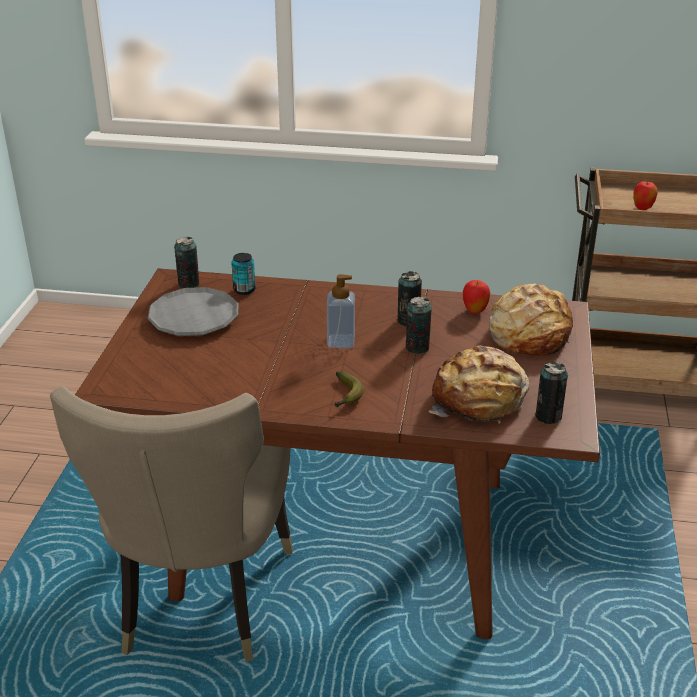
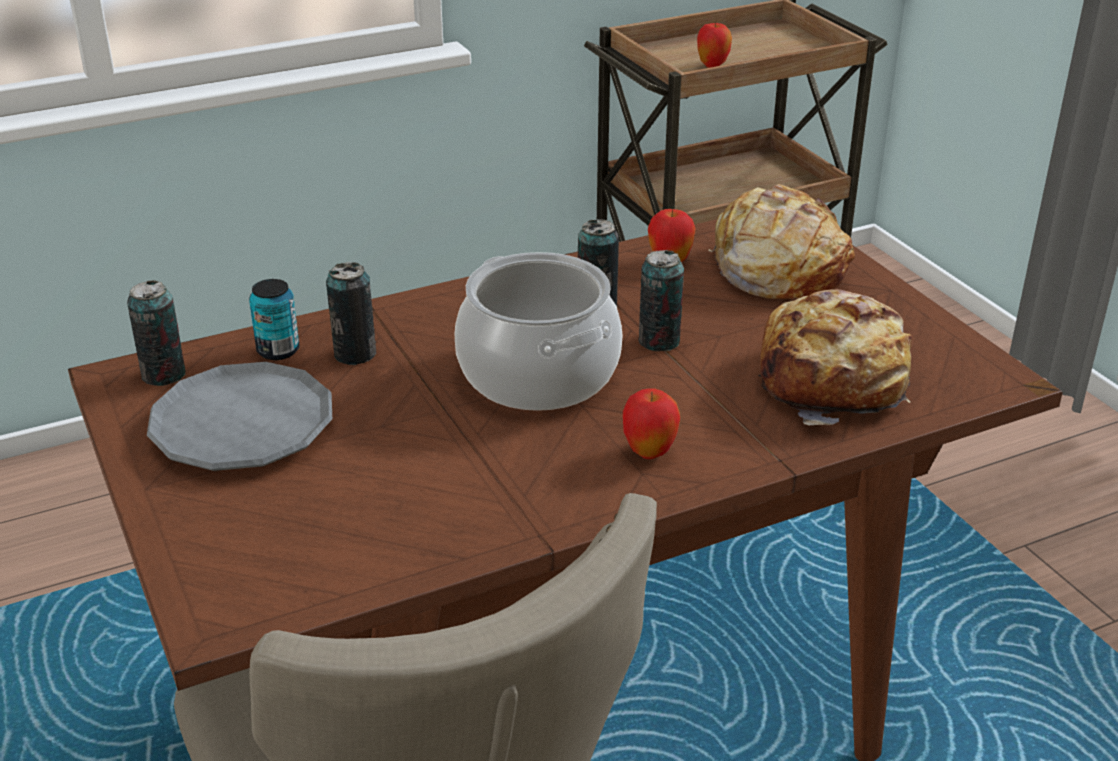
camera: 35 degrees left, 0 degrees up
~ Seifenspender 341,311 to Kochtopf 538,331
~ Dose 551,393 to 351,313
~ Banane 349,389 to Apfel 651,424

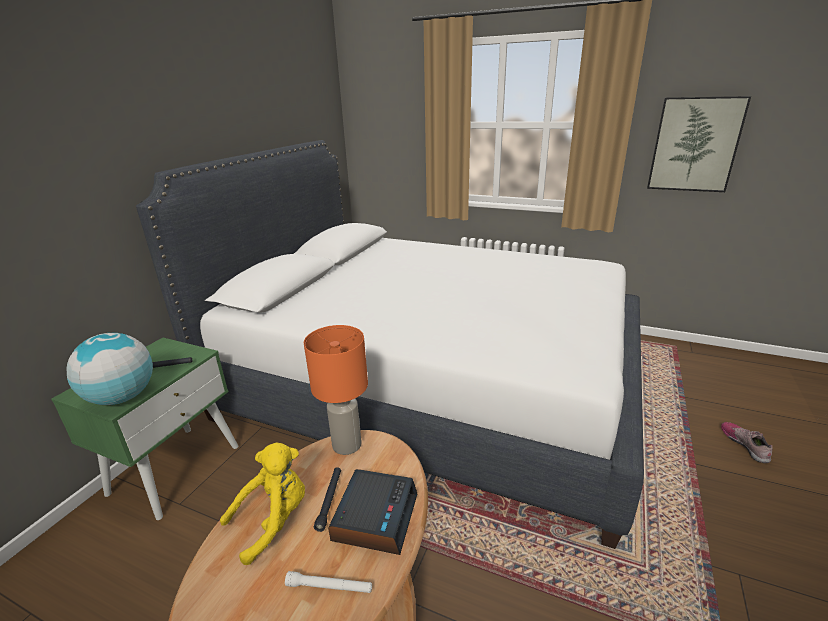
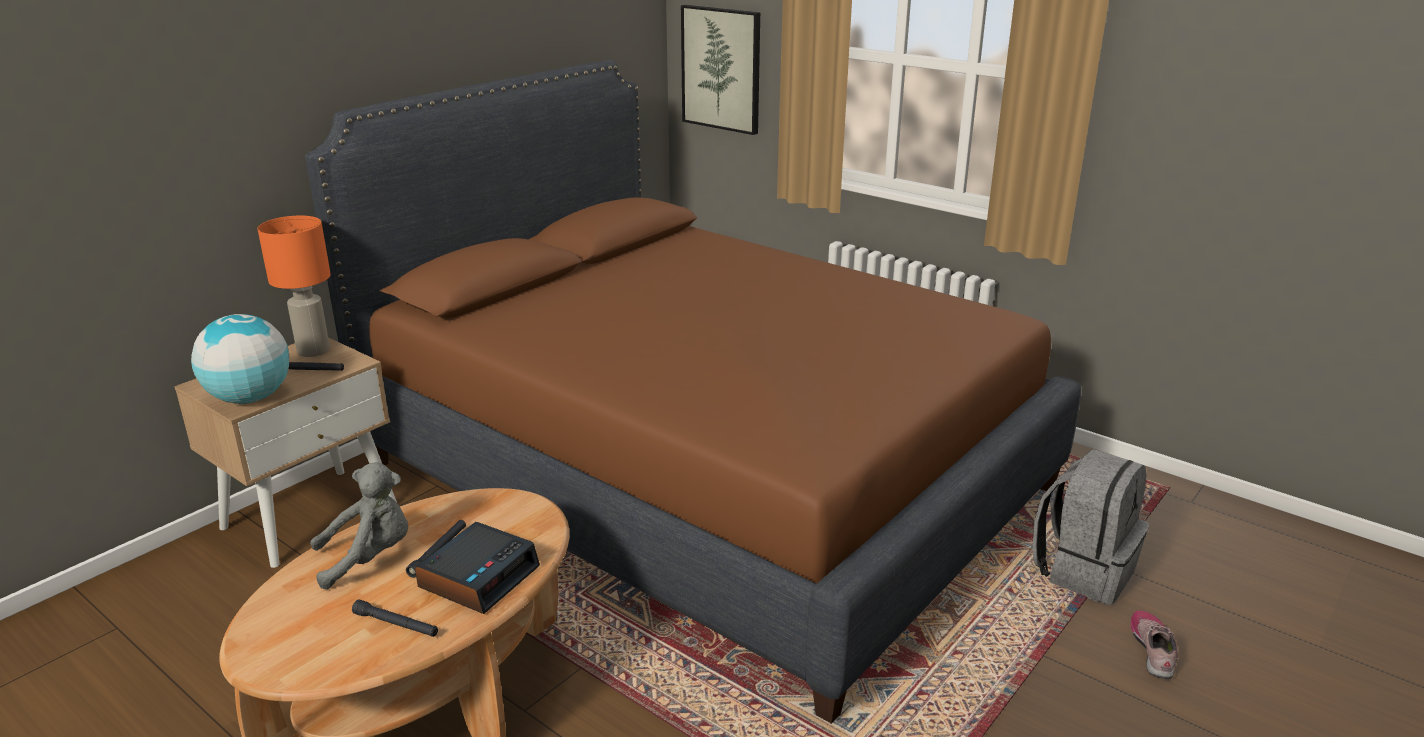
camera: 15 degrees right, 0 degrees up
~ Bild 699,144 to 720,70
~ Bett [weiß] 390,344 to Bett [braun] 693,392
~ Tischlampe [orange] 336,390 to 294,286
~ Nachttisch [grün] 144,429 to Nachttisch [beige] 285,452
~ Plüschtier [gelb] 262,504 to Plüschtier [grau] 359,525
~ Taschenlampe [weiß] 328,582 to Taschenlampe [schwarz] 395,618
+ Rucksack [grau] 1091,527

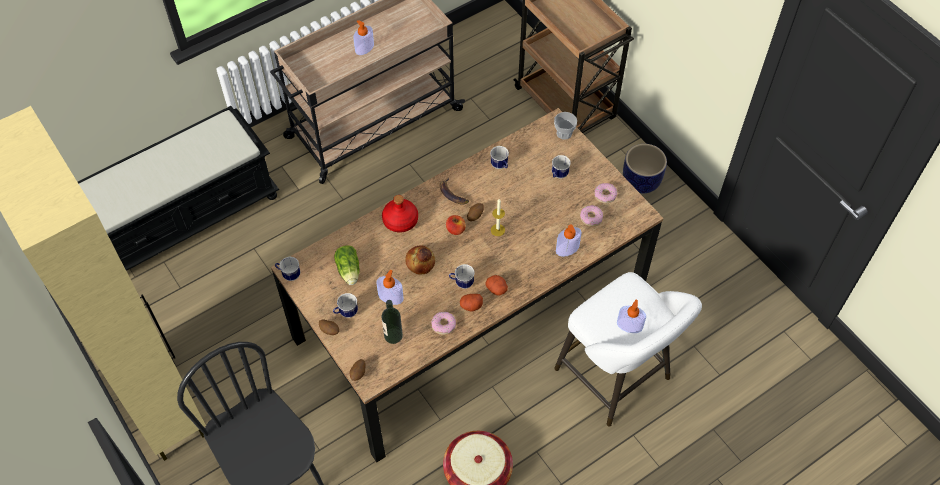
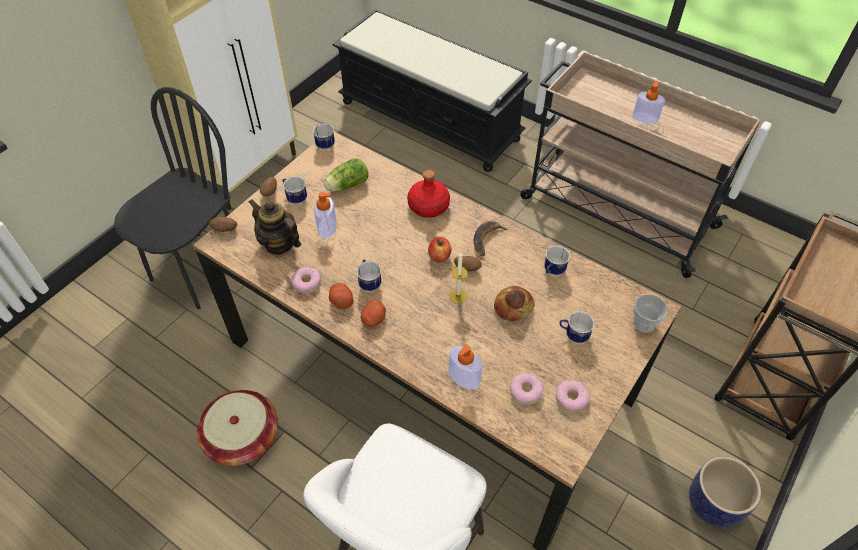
camera: 70 degrees right, 5 degrees down
~ Brot 420,260 to 514,303
- Seifenspender 631,316
~ Flasche 392,322 to Teekanne 275,227

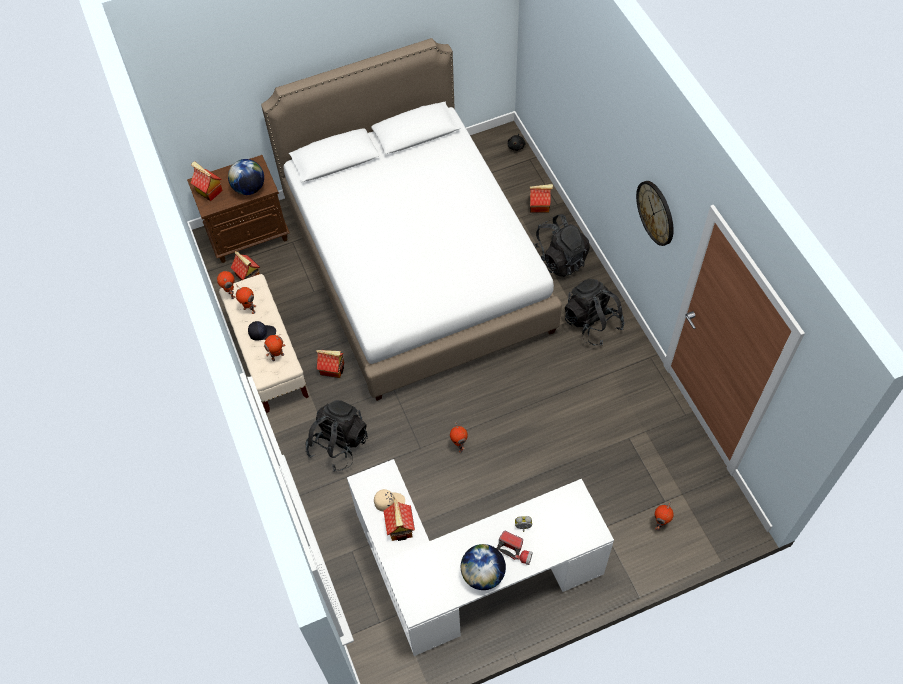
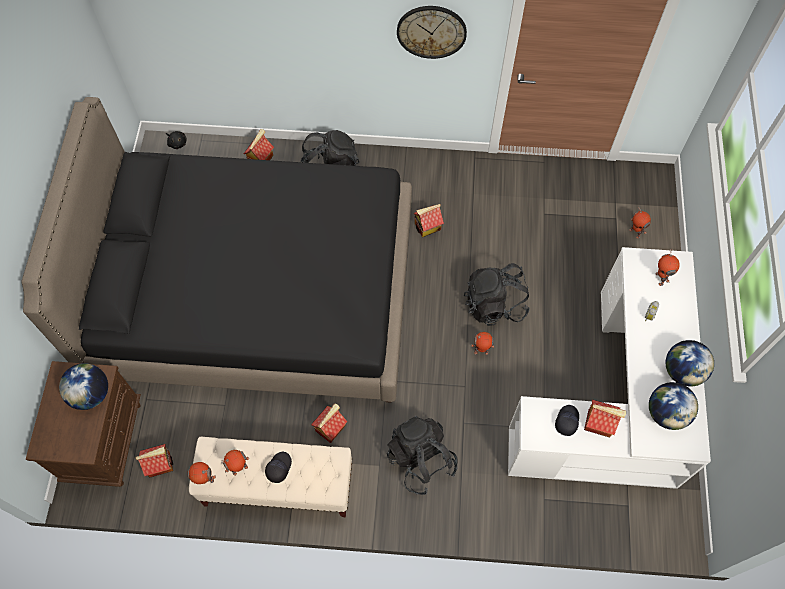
camera: 65 degrees left, 5 degrees up
~ Bett [weiß] 411,219 to Bett [schwarz] 216,250
~ Spielzeughaus 207,181 to 429,220
~ Rucksack [schwarz] 595,312 to 497,294
~ Spielzeugroboter 275,347 to 667,267
~ Kappe [beige] 389,500 to Kappe [schwarz] 567,420
- Taschenlampe 514,548
+ Globus 673,406

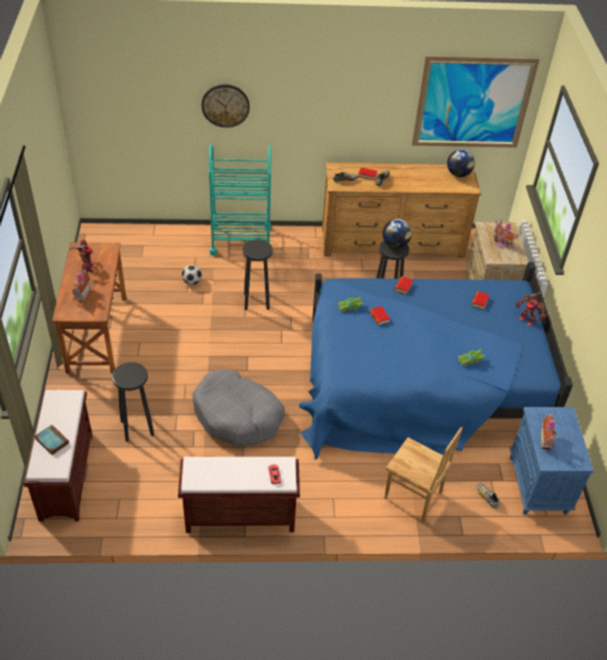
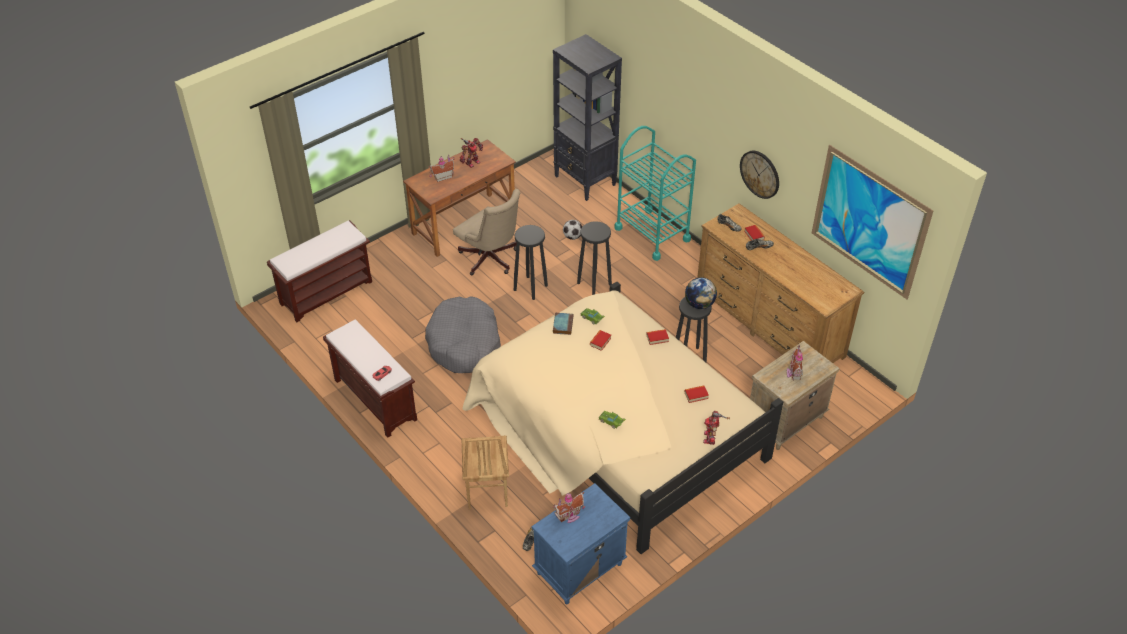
camera: 55 degrees right, 0 degrees up
~ Wanduhr 226,106 to 759,175
- Globus 461,163
~ Bett [blau] 436,361 to Bett [beige] 622,418
~ Hocker [schwarz] 133,402 to 531,262
~ Buch 52,440 to 563,324
+ Bücherregal [schwarz] 587,117
+ Bürostuhl [beige] 486,232

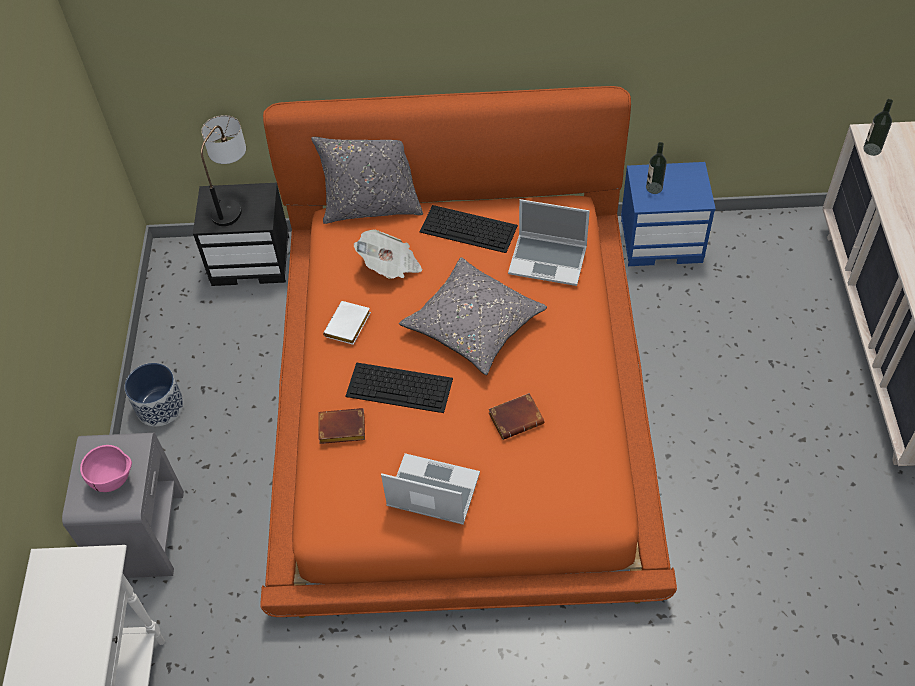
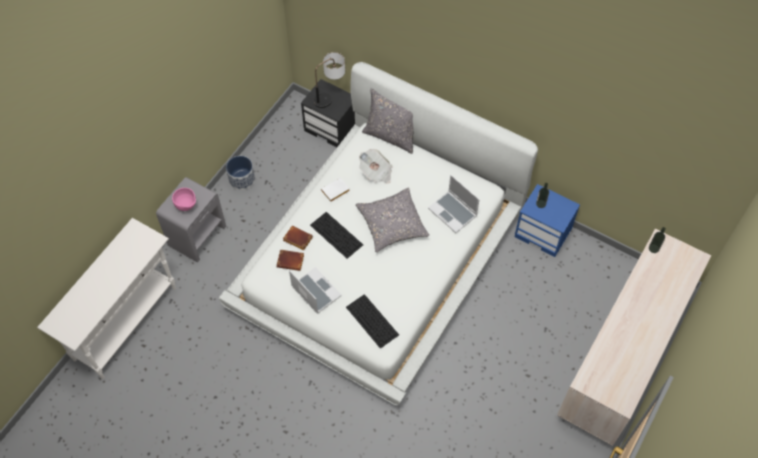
camera: 30 degrees right, 5 degrees up
~ Bett [orange] 468,352 to Bett [weiß] 378,233
~ Tastatur 469,229 to 372,321
~ Buch [braun] 516,416 to 290,260

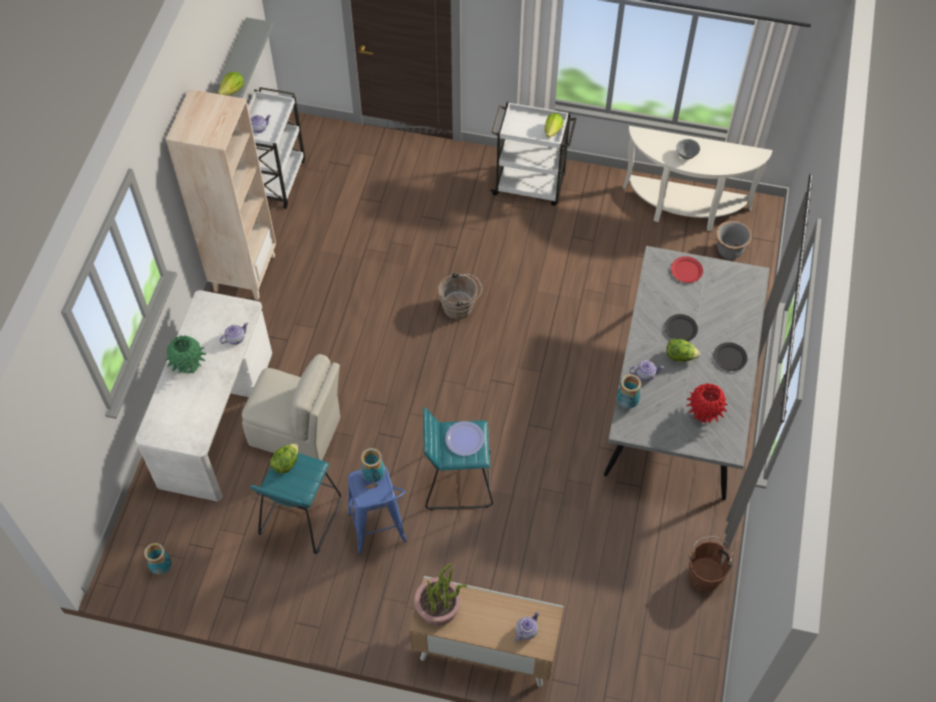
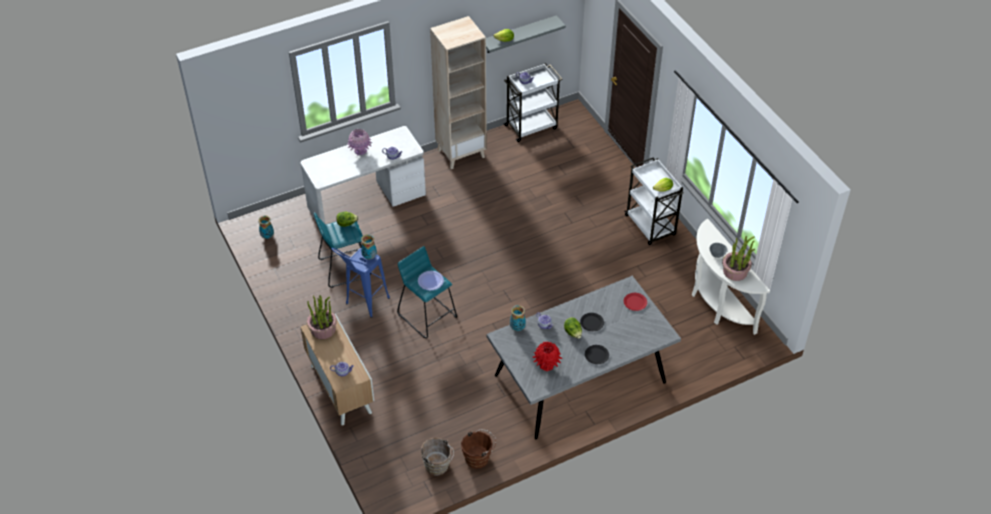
camera: 50 degrees right, 10 degrees down
- Pflanzkübel [grau] 734,240
~ Eimer [braun] 460,296 to 437,456
~ Vase [grün] 185,354 to Vase [rosa] 359,142
- Stuhl [beige] 291,407
+ Topfpflanze 738,258

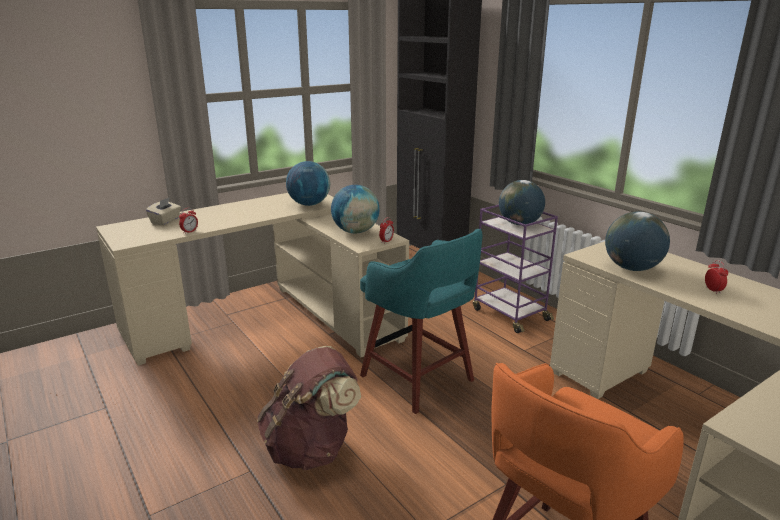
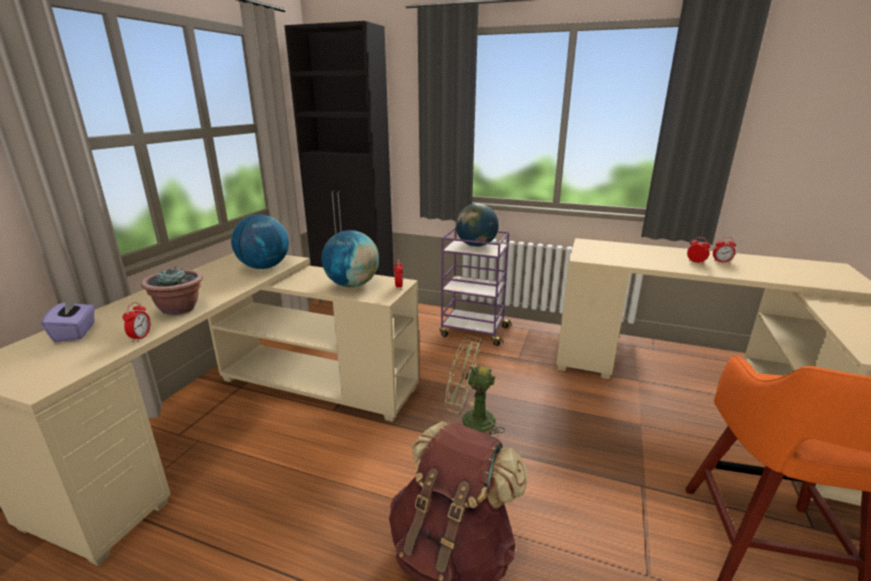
camera: 35 degrees left, 0 degrees up
~ Taschentuchbox [beige] 163,211 to Taschentuchbox [lila] 68,318
- Globus 637,241
~ Hocker [türkis] 421,321 to Ventilator [grün] 475,385
+ Wecker 724,250
+ Topfpflanze 172,291

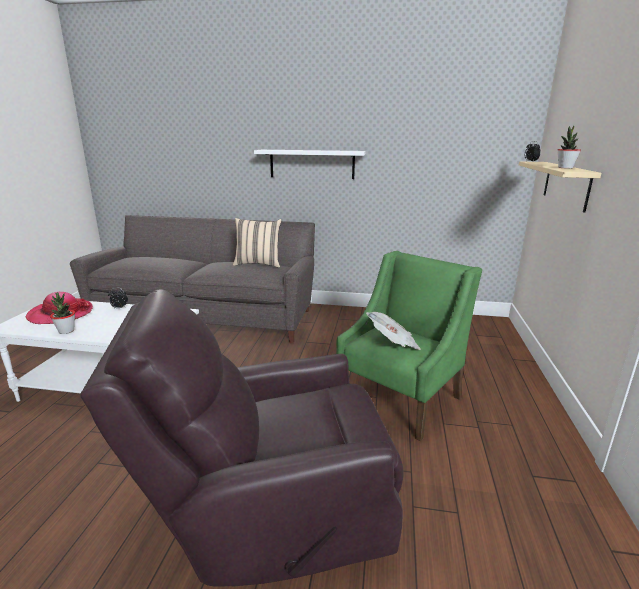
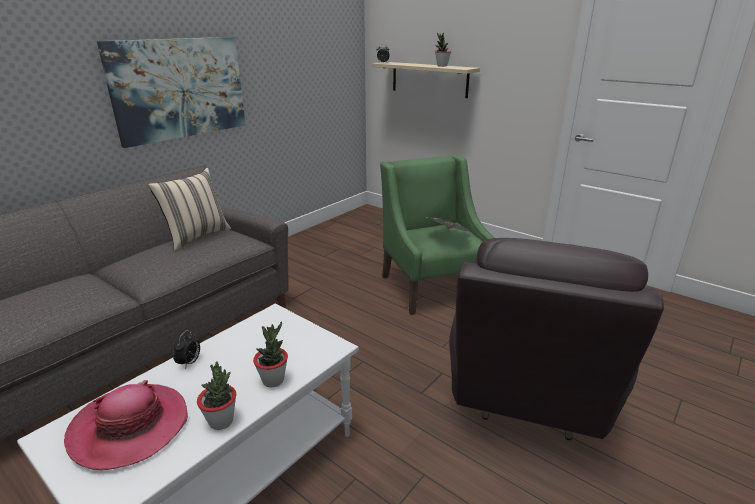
camera: 60 degrees left, 5 degrees up
~ Wandregal [weiß] 309,164 to Bild 171,92
+ Topfpflanze 270,354

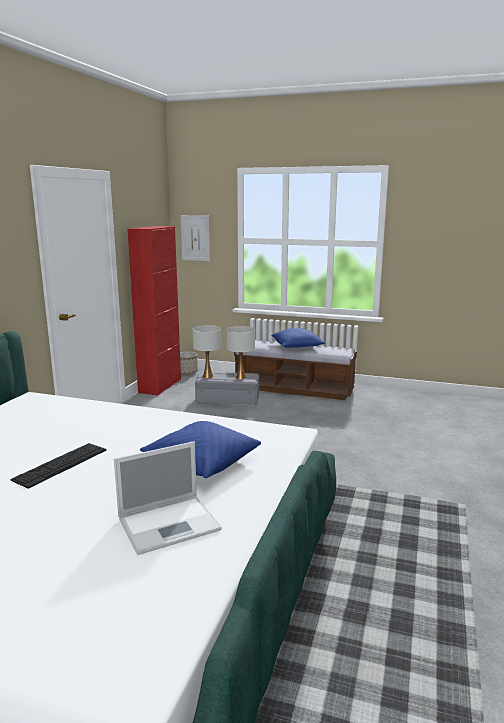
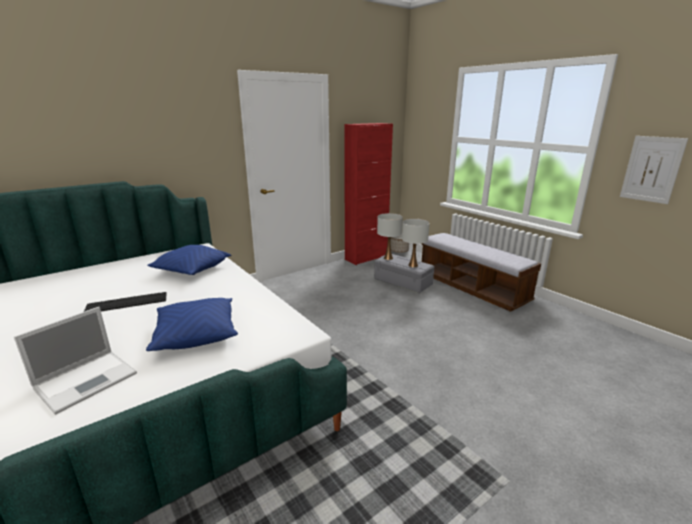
camera: 35 degrees right, 5 degrees up
~ Bild 195,238 to 654,170
~ Kissen [blau] 298,338 to 189,260
~ Laptop 168,498 = 75,361 60 degrees counterclockwise

